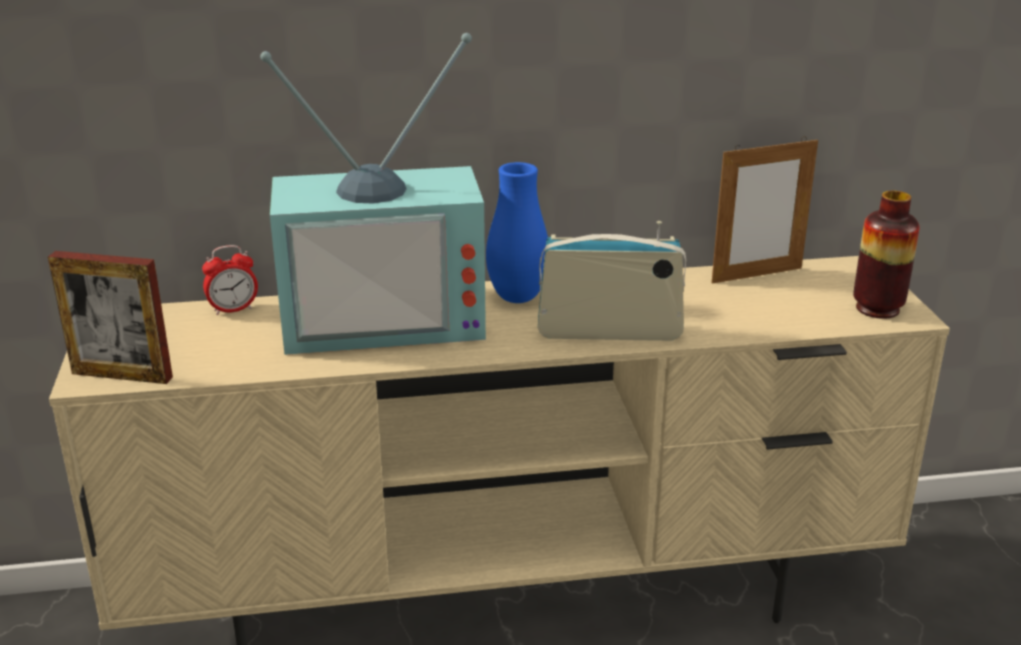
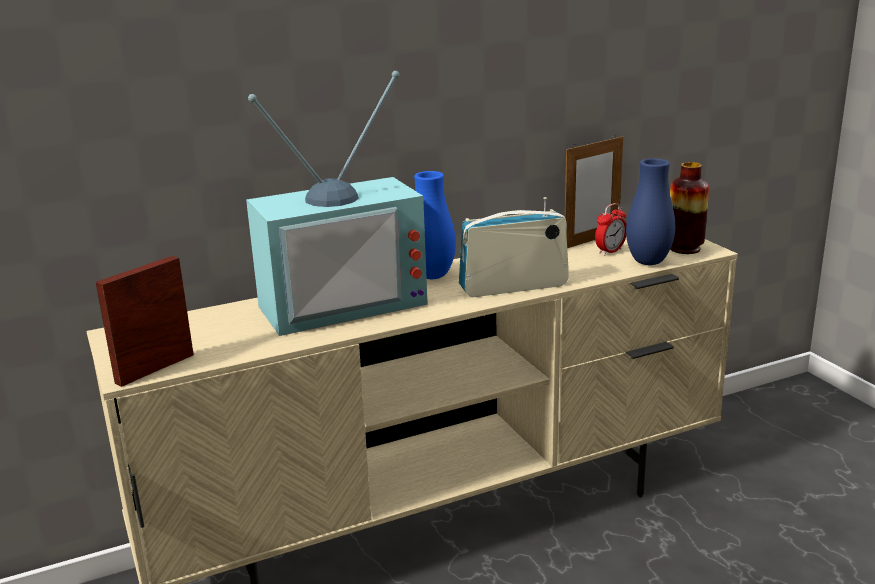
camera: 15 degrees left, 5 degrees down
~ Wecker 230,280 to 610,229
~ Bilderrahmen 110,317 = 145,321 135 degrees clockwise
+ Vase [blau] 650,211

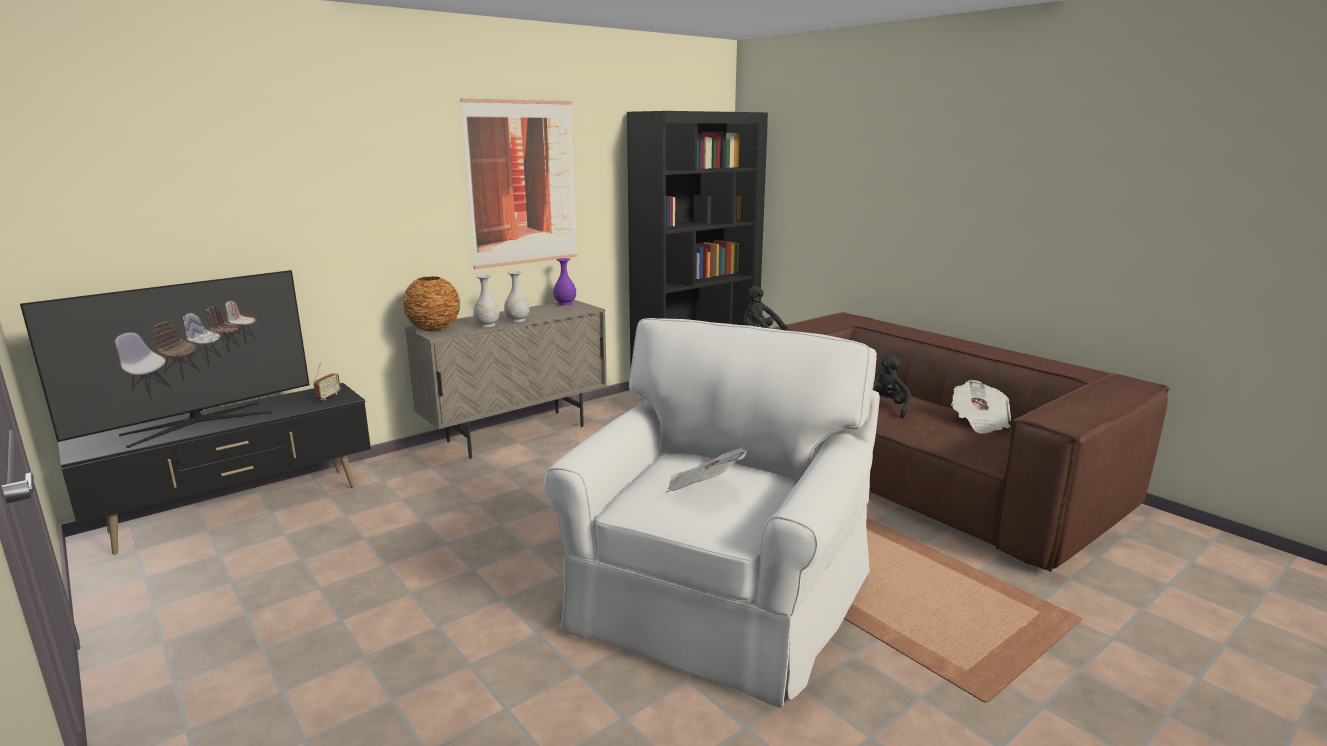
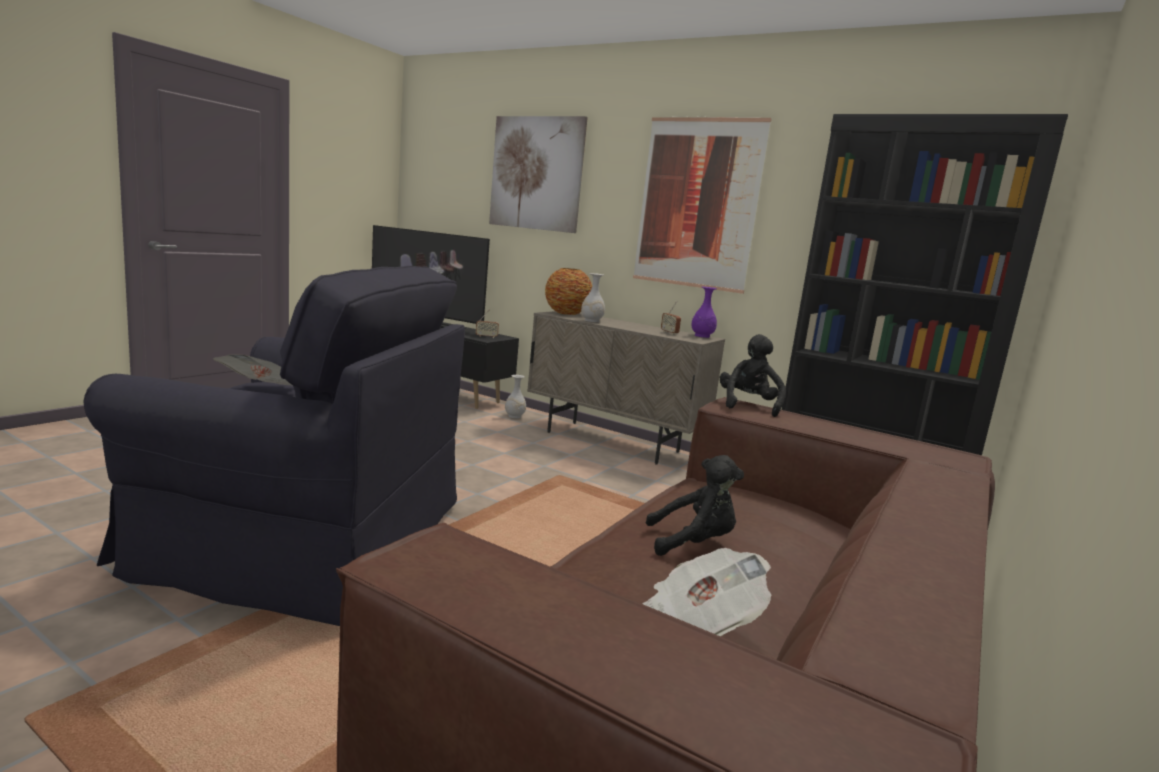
camera: 70 degrees right, 5 degrees down
~ Vase [weiß] 517,296 to 515,396
~ Sessel [weiß] 711,513 to Sessel [schwarz] 274,446
+ Bild 538,174
+ Radio 671,318

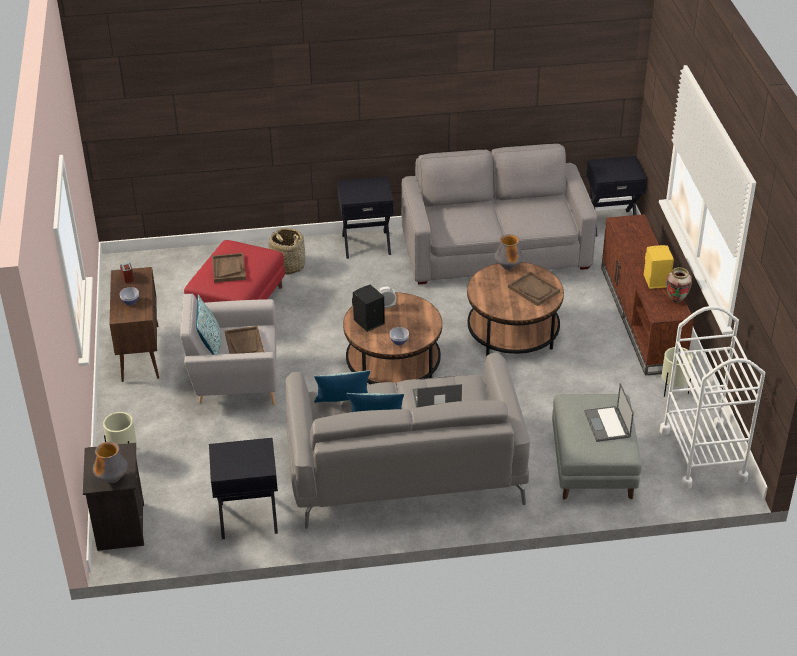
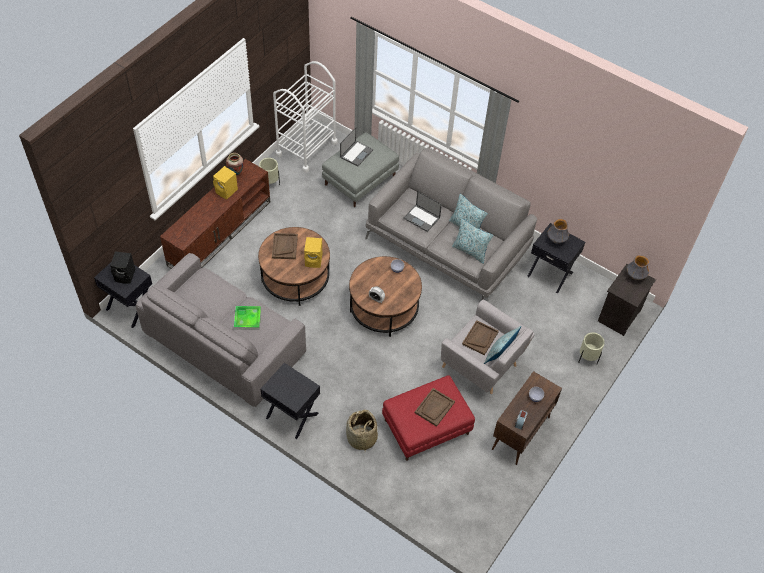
camera: 140 degrees left, 15 degrees up
~ Vase 509,252 to 558,231
~ Lautsprecher [schwarz] 368,308 to 122,267
+ Lautsprecher [gelb] 313,252
+ Tablett 247,318

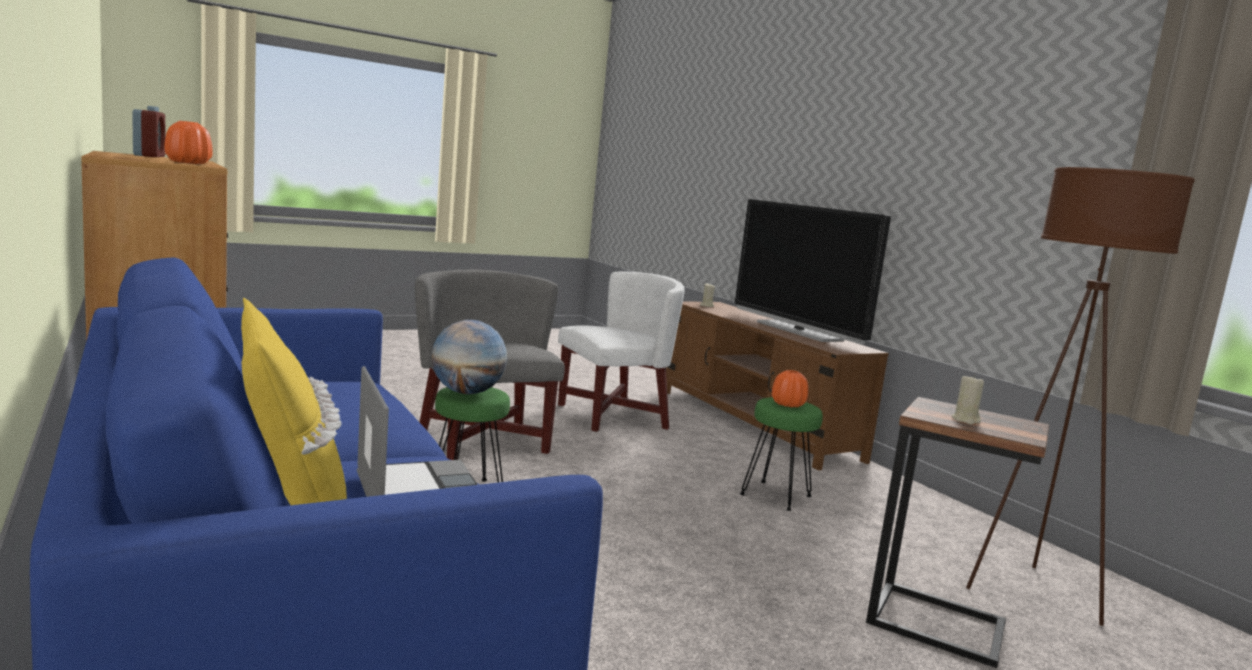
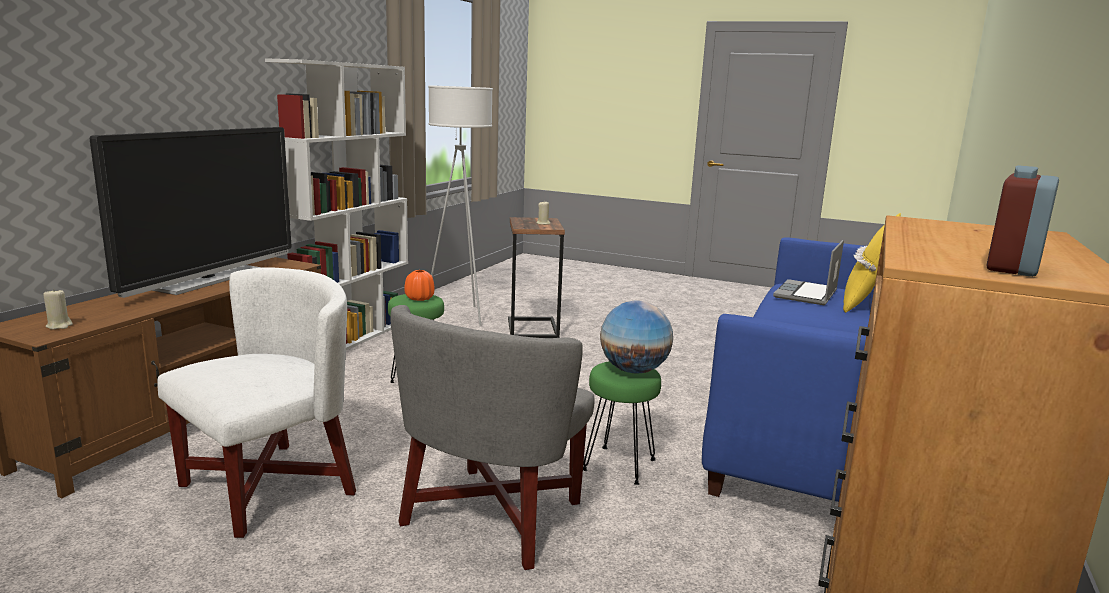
camera: 125 degrees left, 5 degrees up
- Vase [orange] 188,142
~ Stehlampe [braun] 1080,396 to Stehlampe [weiß] 460,205
~ Sessel [weiß] 621,352 = 256,402 105 degrees clockwise
+ Bücherregal [weiß] 336,204

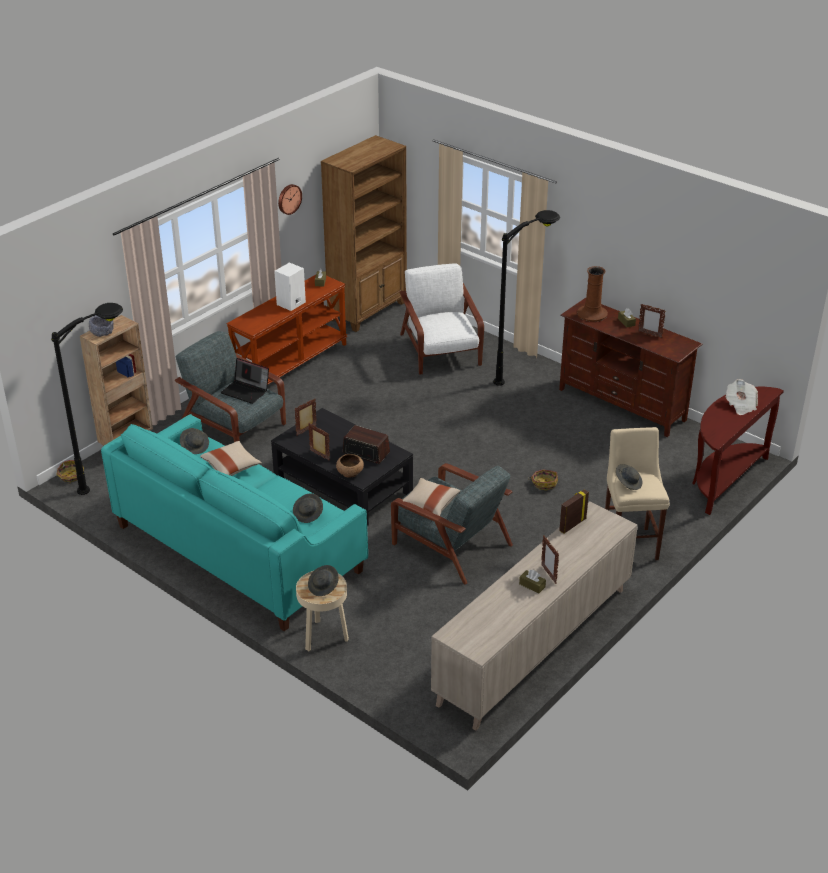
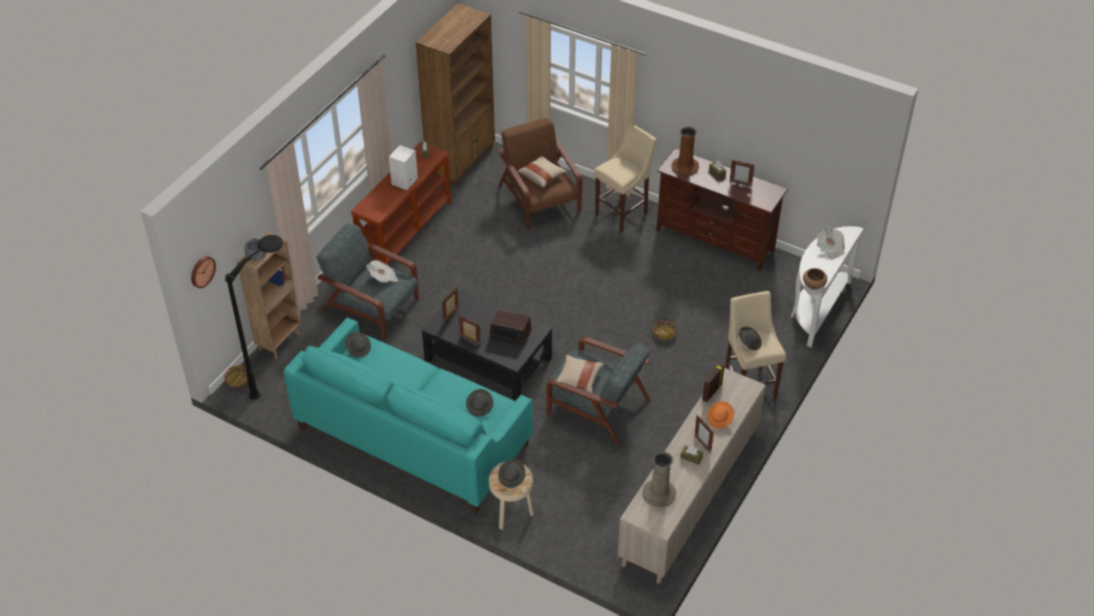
camera: 10 degrees left, 10 degrees up
~ Wanduhr 290,199 to 203,272
~ Stehlampe [schwarz] 526,298 to Hocker [beige] 625,178
~ Sessel [weiß] 442,318 to Sessel [braun] 540,173
~ Laptop 245,381 to Zeitung 382,271
~ Konsolentisch [braun] 738,451 to Konsolentisch [weiß] 827,286
~ Kissen [beige] 231,458 to 542,172
~ Schüssel [braun] 350,466 to 815,278
+ Hut [orange] 720,414
+ Vase [beige] 659,479

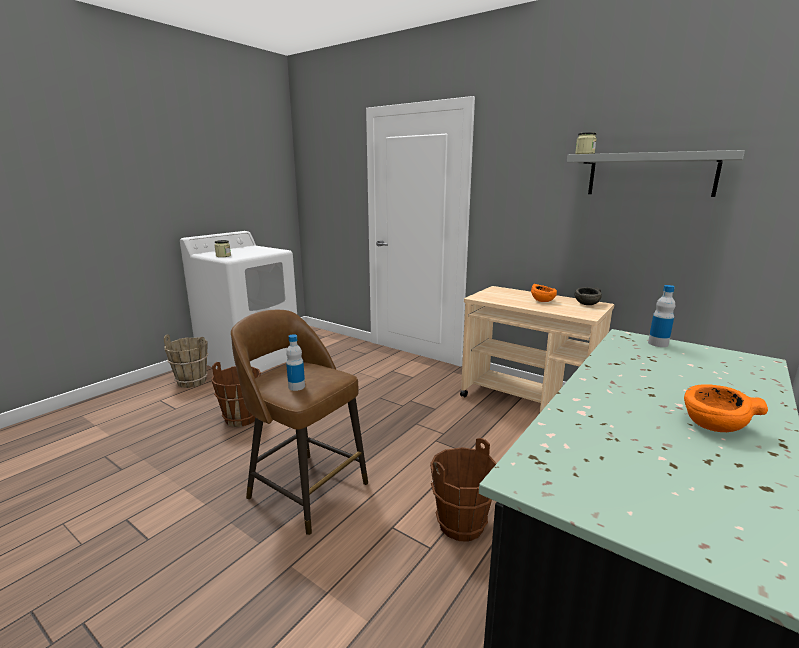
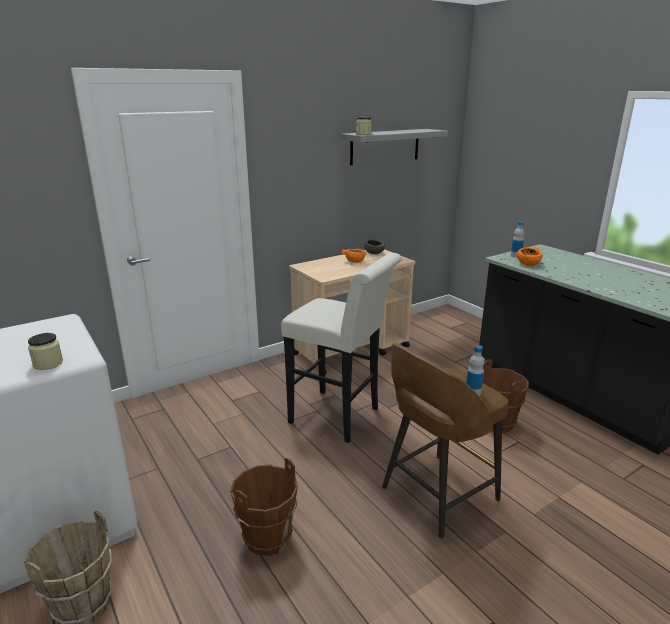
camera: 70 degrees left, 5 degrees up
~ Schüssel [orange] 726,408 to 530,256
+ Hocker [weiß] 341,348

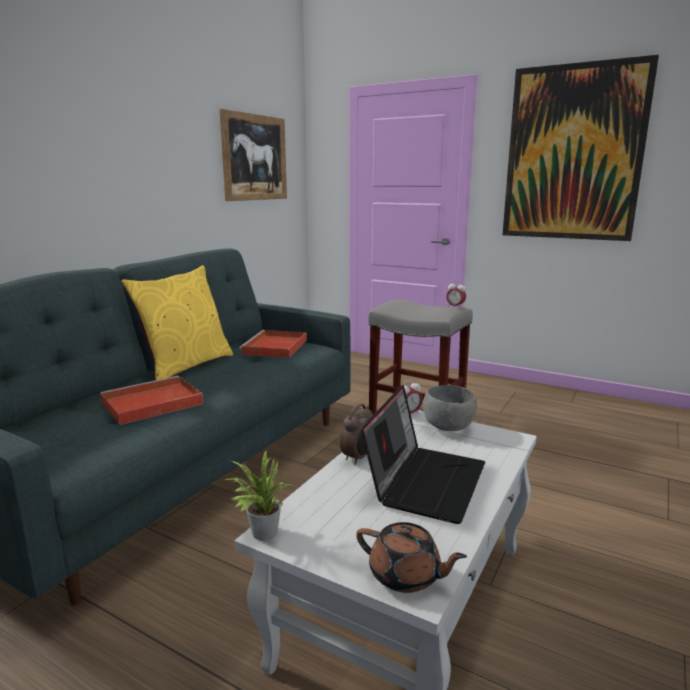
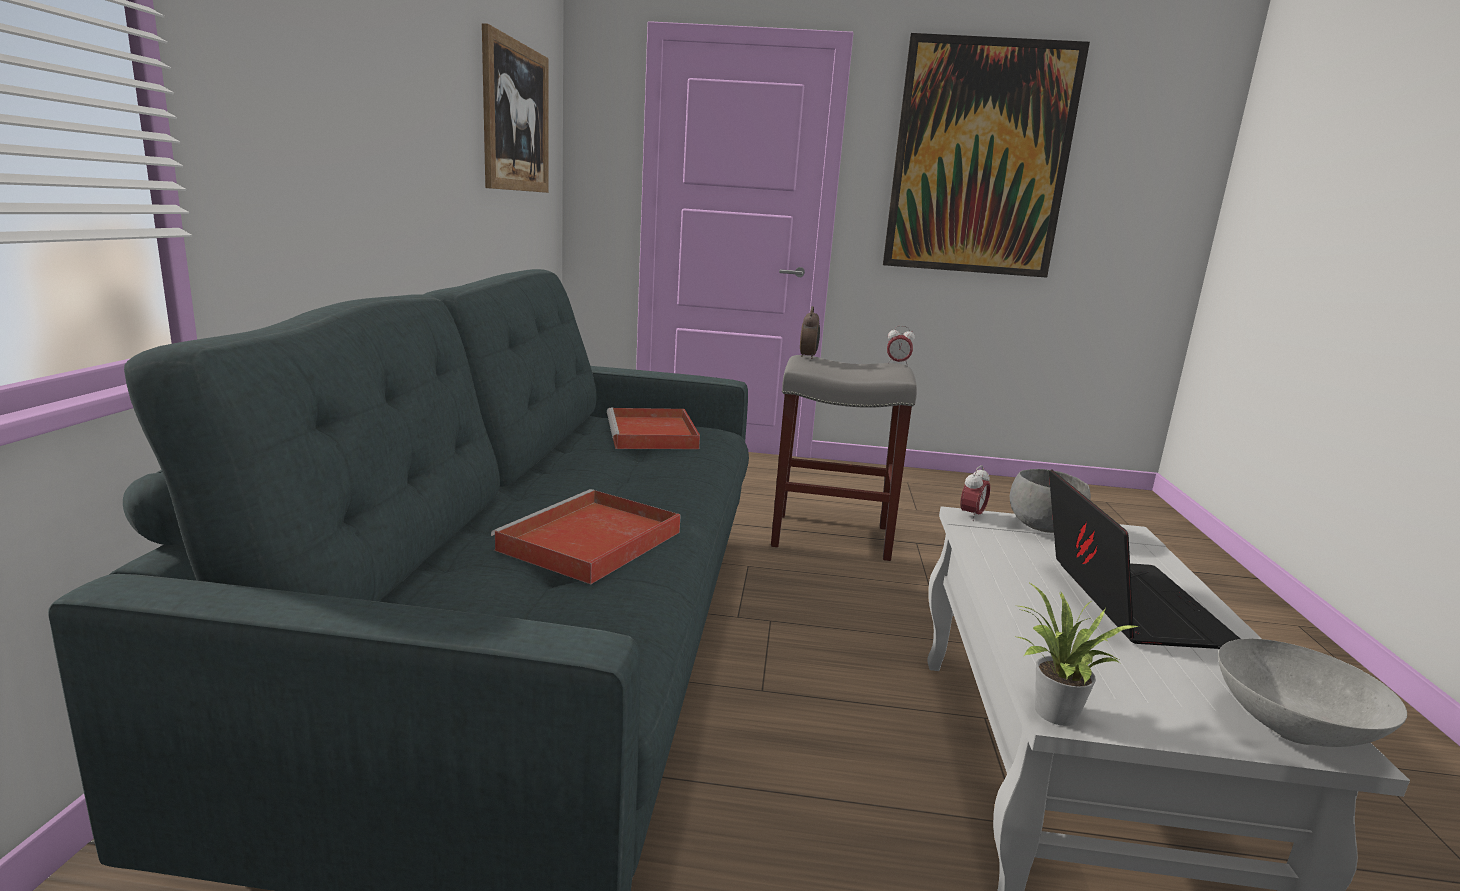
camera: 25 degrees left, 0 degrees up
- Kissen [gelb] 177,322
~ Wecker 356,434 to 810,332
~ Teekanne [braun] 411,557 to Schüssel [grau] 1312,693

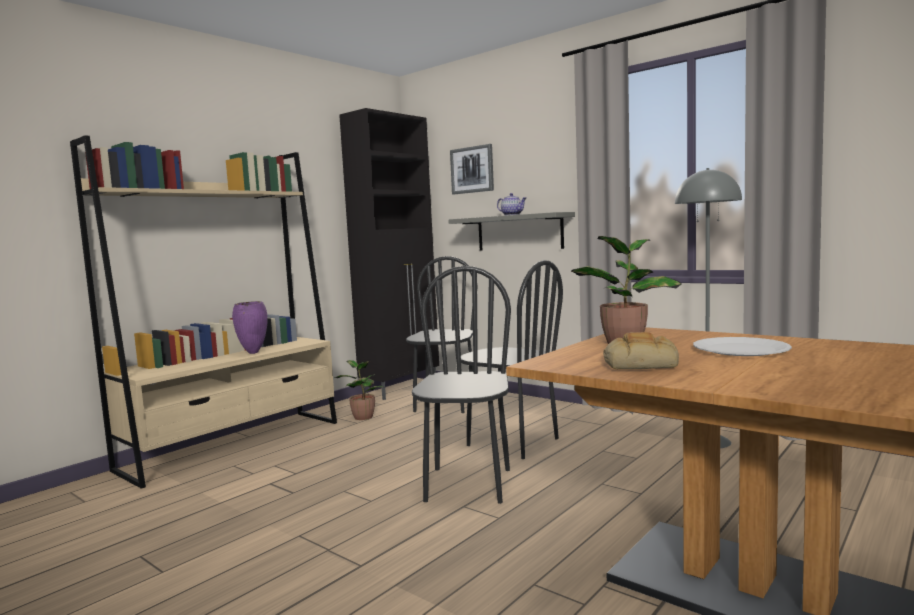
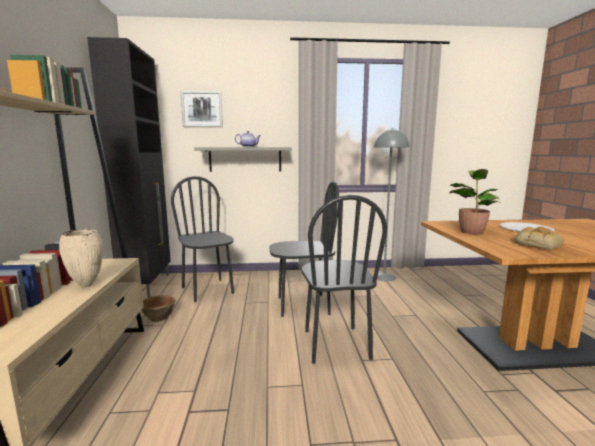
camera: 45 degrees left, 5 degrees up
~ Stuhl [schwarz] 461,385 = 344,279 150 degrees counterclockwise
~ Vase [lila] 250,327 to Vase [beige] 81,258
~ Topfpflanze 358,390 to Schüssel [braun] 159,308

